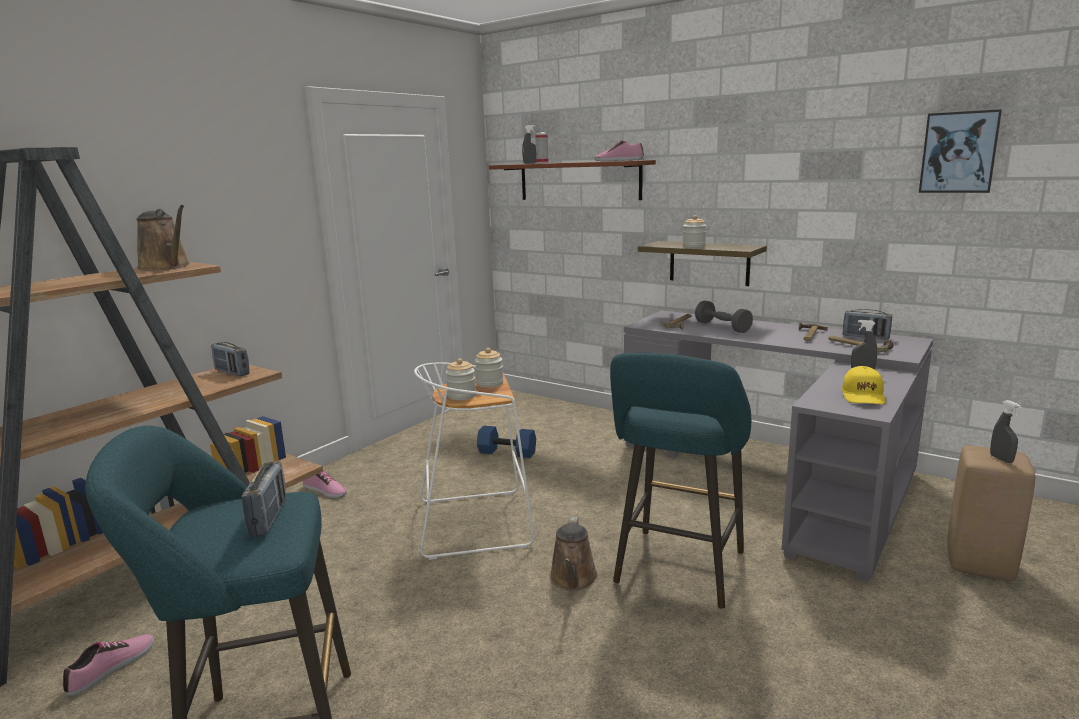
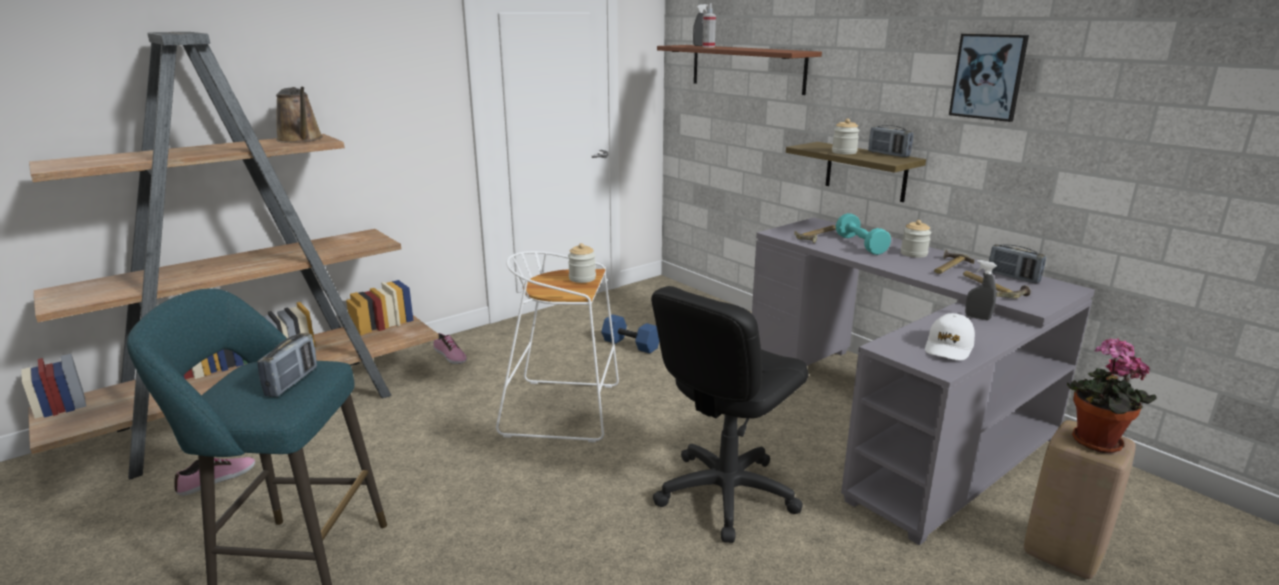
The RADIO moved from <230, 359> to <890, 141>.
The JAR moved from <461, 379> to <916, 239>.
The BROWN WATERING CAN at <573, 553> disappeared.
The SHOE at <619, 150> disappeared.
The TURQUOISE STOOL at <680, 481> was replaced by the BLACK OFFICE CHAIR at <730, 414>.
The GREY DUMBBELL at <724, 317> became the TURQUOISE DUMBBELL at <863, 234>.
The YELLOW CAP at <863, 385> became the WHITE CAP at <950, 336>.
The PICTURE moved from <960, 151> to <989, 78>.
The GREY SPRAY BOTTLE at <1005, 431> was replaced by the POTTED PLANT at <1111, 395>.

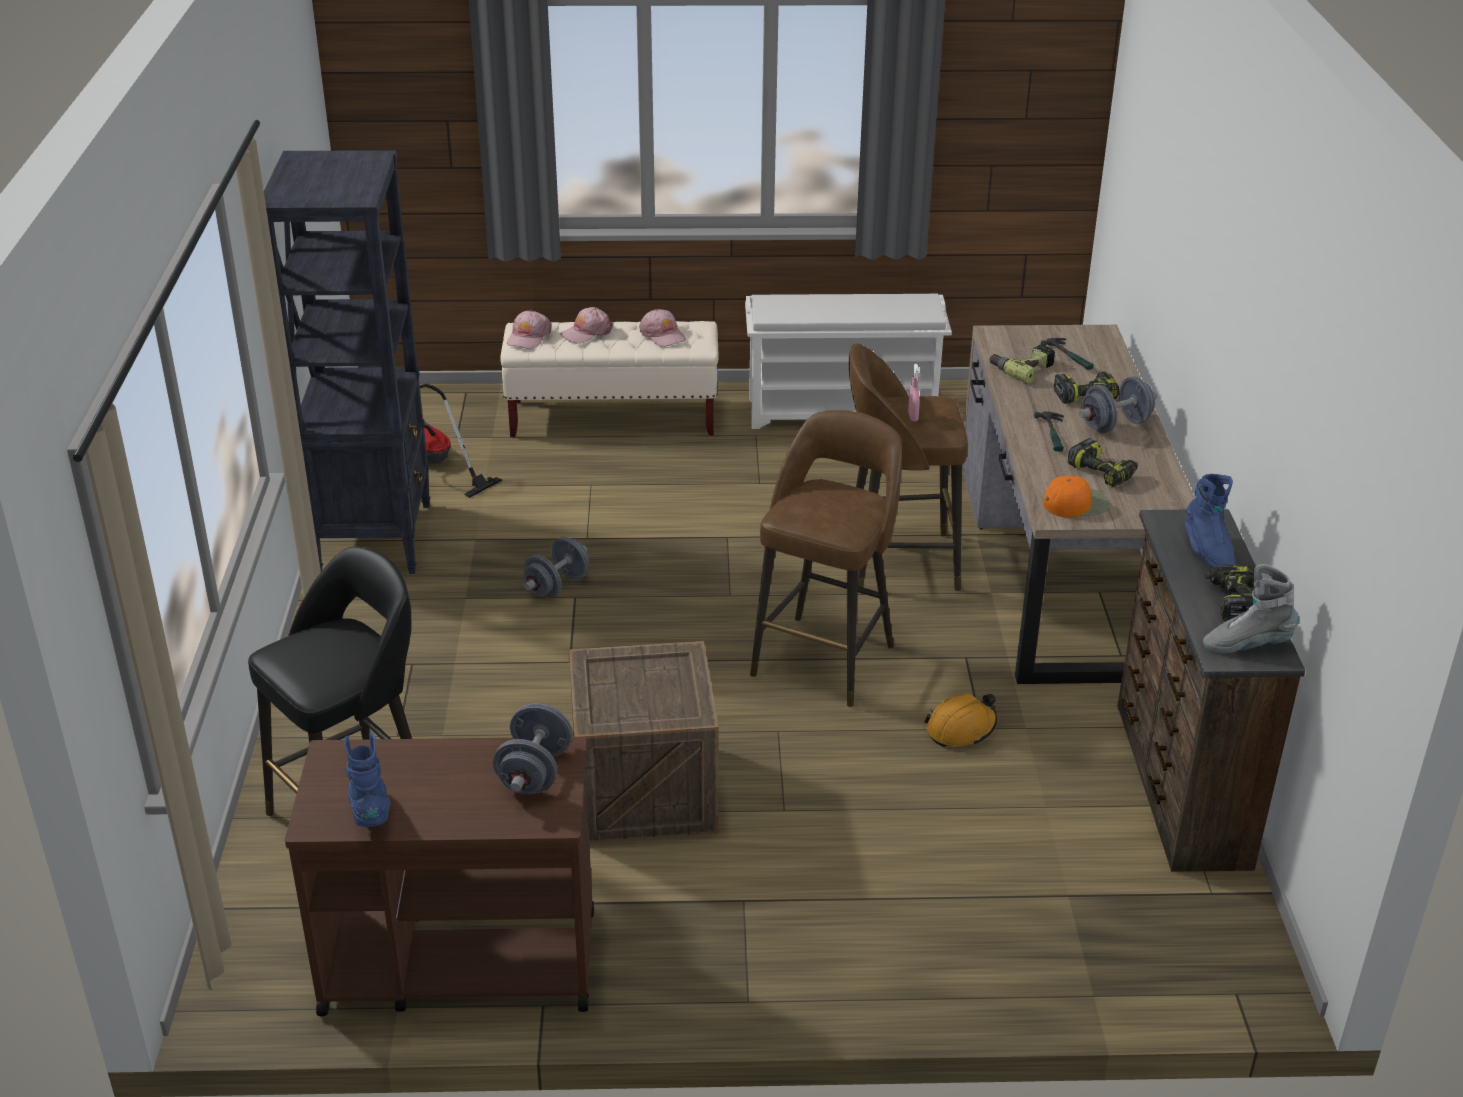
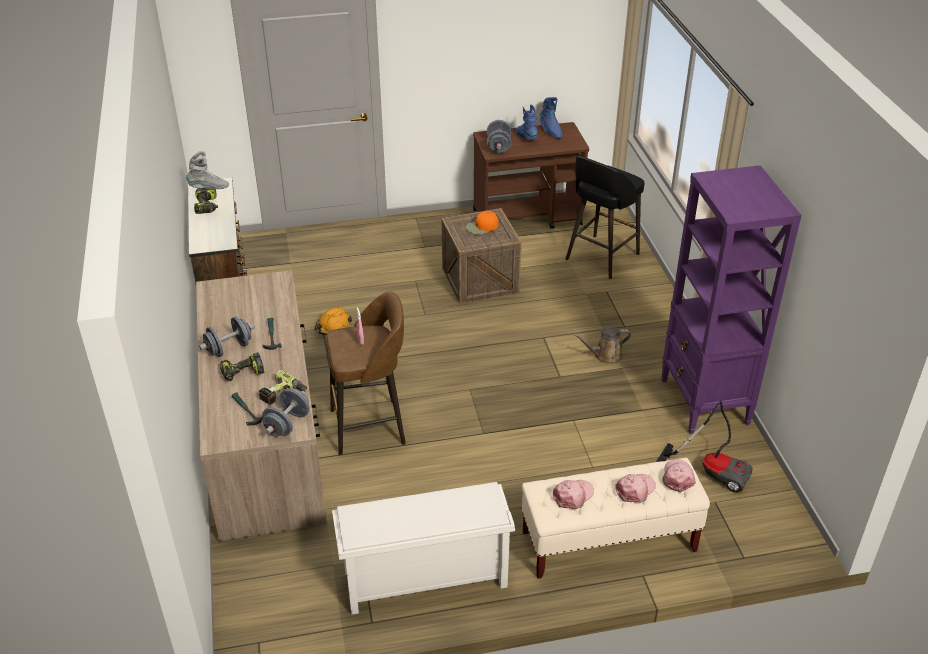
The BLACK BOOKCASE at <347, 362> became the PURPLE BOOKCASE at <731, 299>.
The GREY DUMBBELL moved from <556, 567> to <286, 412>.
The PINK CAP at <662, 328> turned 90 degrees clockwise.
The BROWN STOOL at <826, 558> disappeared.
The ORANGE CAP moved from <1077, 496> to <482, 222>.
The POWER DRILL at <1103, 462> disappeared.
The BLUE BOOT moved from <1210, 521> to <527, 122>.
The BROWN WATERING CAN at <602, 346> appeared.

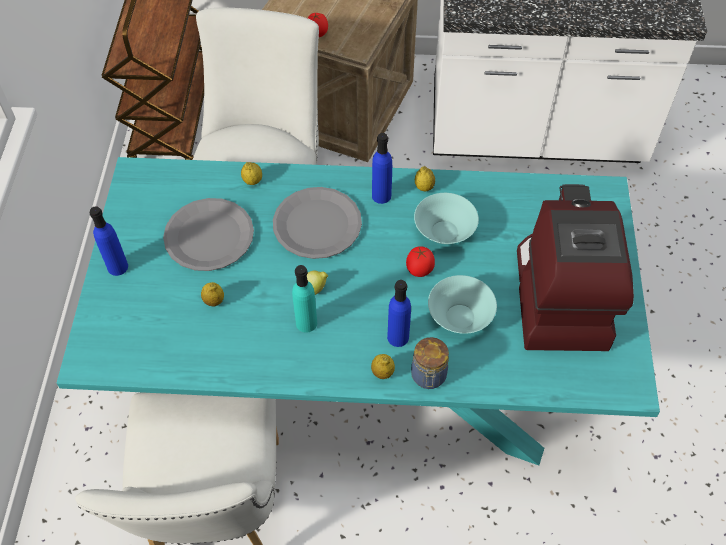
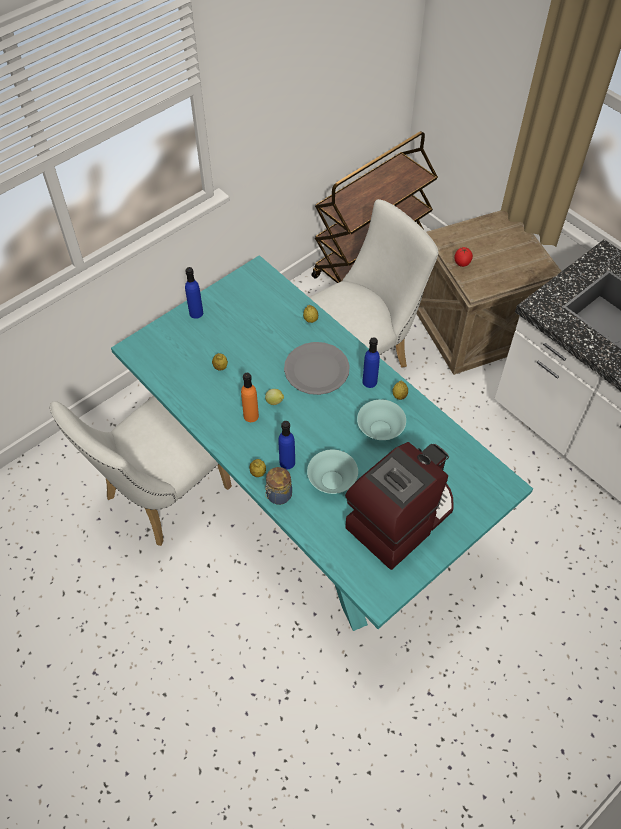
The GREY PLATE at <208, 234> disappeared.
The TURQUOISE BOTTLE at <304, 299> became the ORANGE BOTTLE at <250, 397>.
The TOMATO at <420, 261> disappeared.

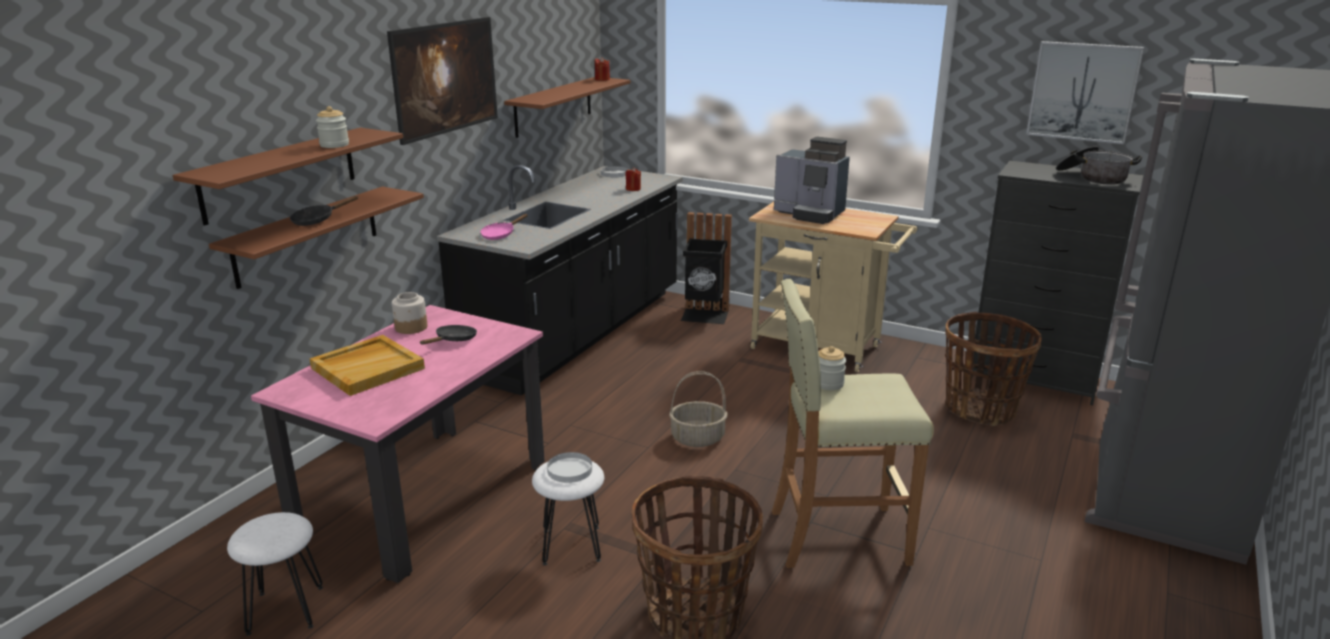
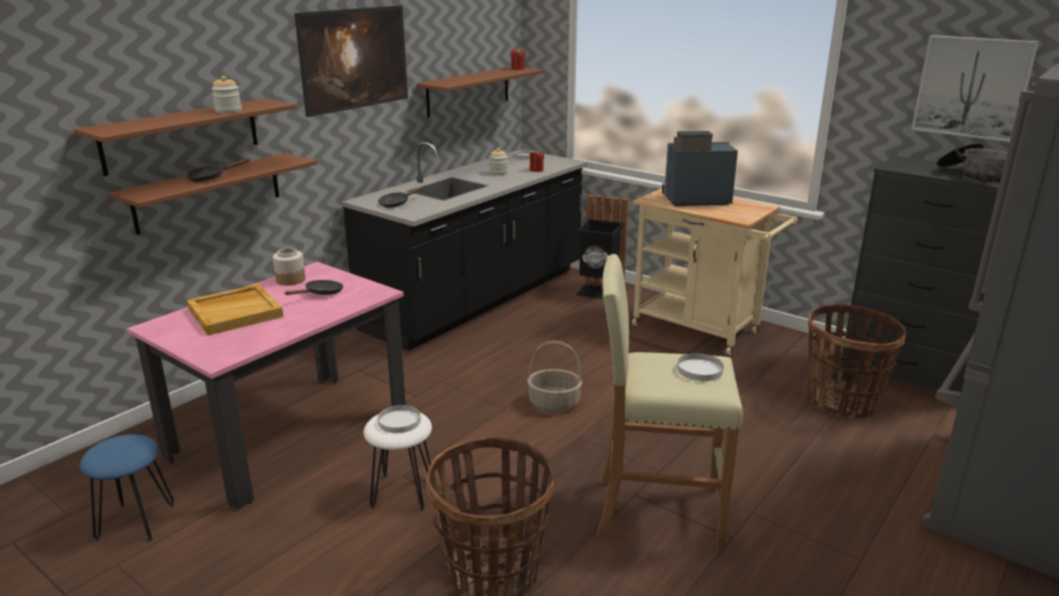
The WHITE STOOL at <275, 574> became the BLUE STOOL at <127, 487>.
The PINK FRYING PAN at <504, 227> became the BLACK FRYING PAN at <401, 196>.
The COFFEE MACHINE at <812, 180> turned 135 degrees clockwise.
The JAR moved from <832, 368> to <498, 161>.
The WHITE PLATE at <700, 367> appeared.

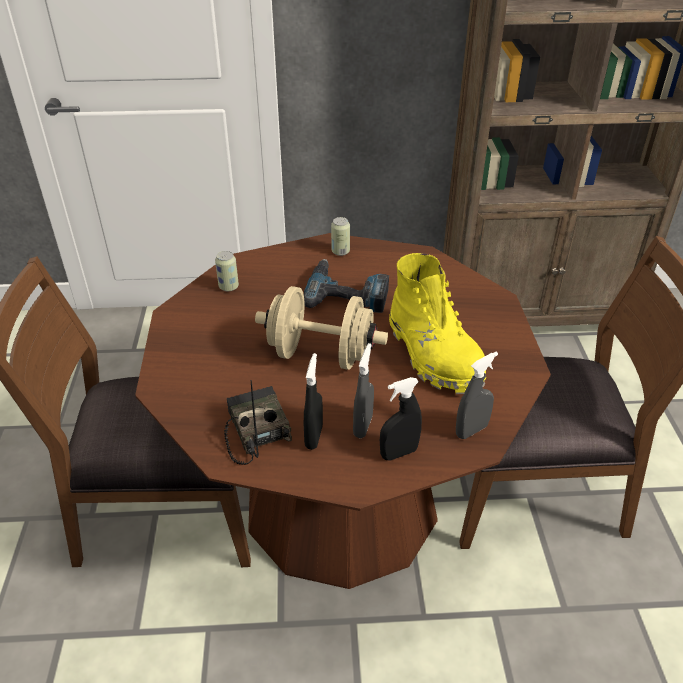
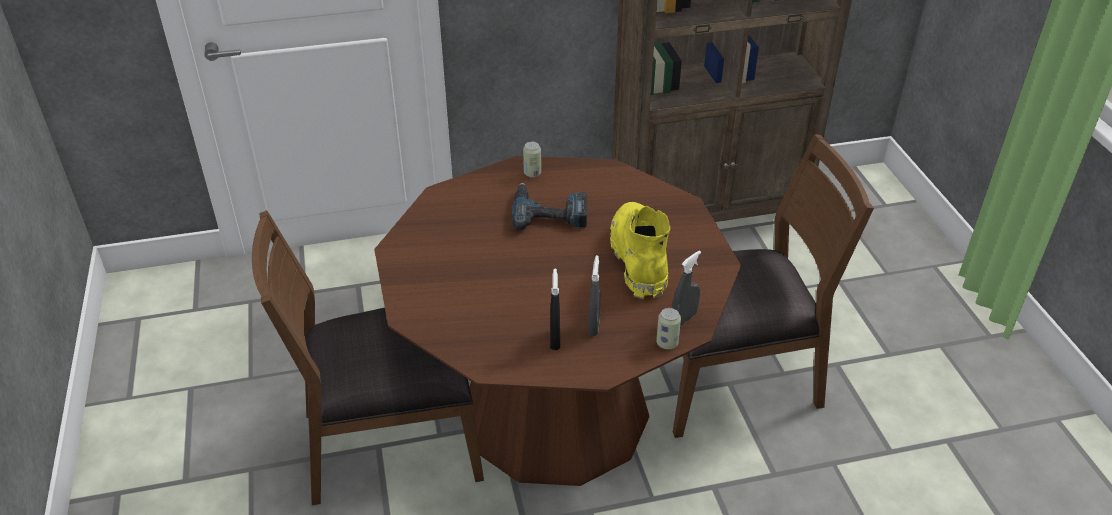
The CAN moved from <227, 271> to <668, 328>.
The RADIO at <258, 422> disappeared.
The BEIGE DUMBBELL at <321, 328> disappeared.
The BLACK SPRAY BOTTLE at <401, 418> disappeared.
The YELLOW BOOT at <437, 323> turned 150 degrees counterclockwise.

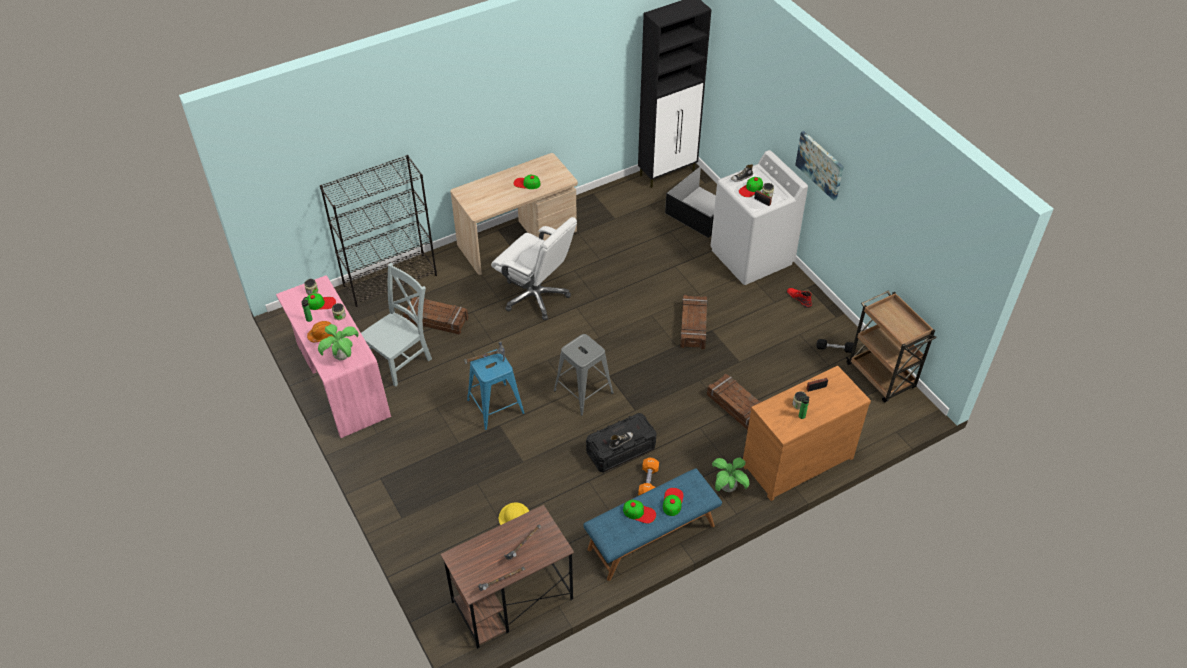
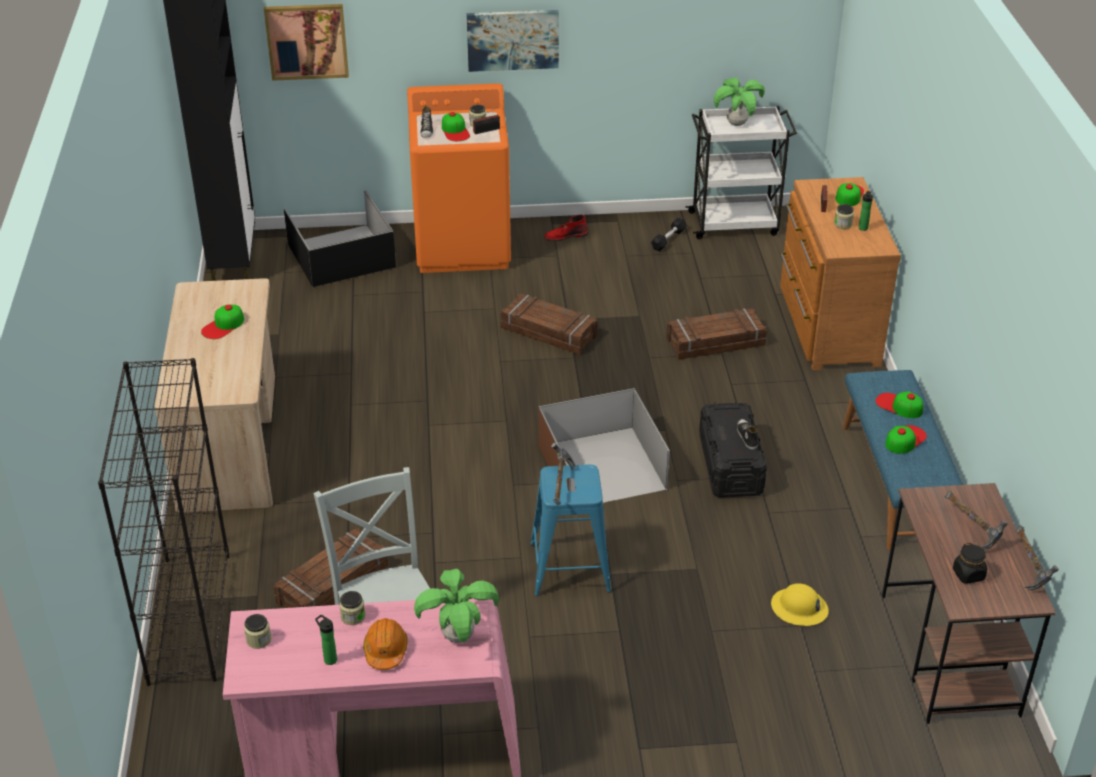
The CAP moved from <320, 301> to <849, 194>.
The WHITE OFFICE CHAIR at <534, 268> disappeared.
The GREY STOOL at <584, 374> was replaced by the BROWN STORAGE BOX at <604, 445>.
The ORANGE DUMBBELL at <648, 476> disappeared.
The WHITE WASHING MACHINE at <759, 217> became the ORANGE WASHING MACHINE at <459, 178>.
The POTTED PLANT moved from <730, 475> to <739, 101>.
The BROWN CART at <891, 346> became the WHITE CART at <741, 172>.
The PICTURE at <306, 42> appeared.
The BLACK JAR at <970, 563> appeared.

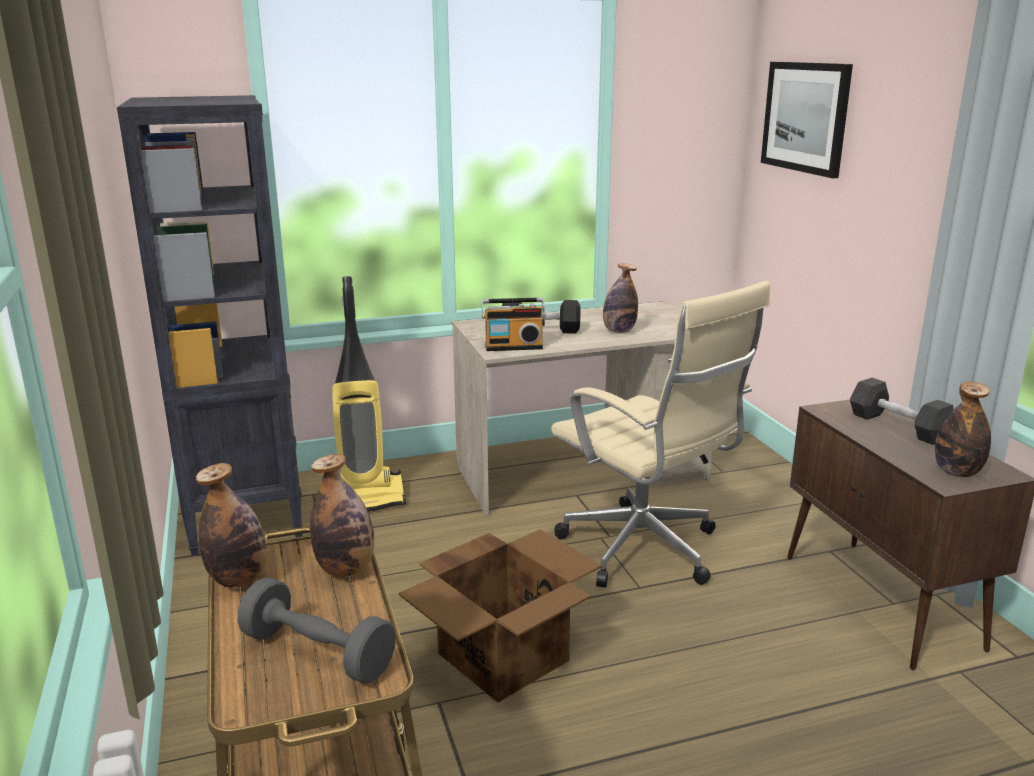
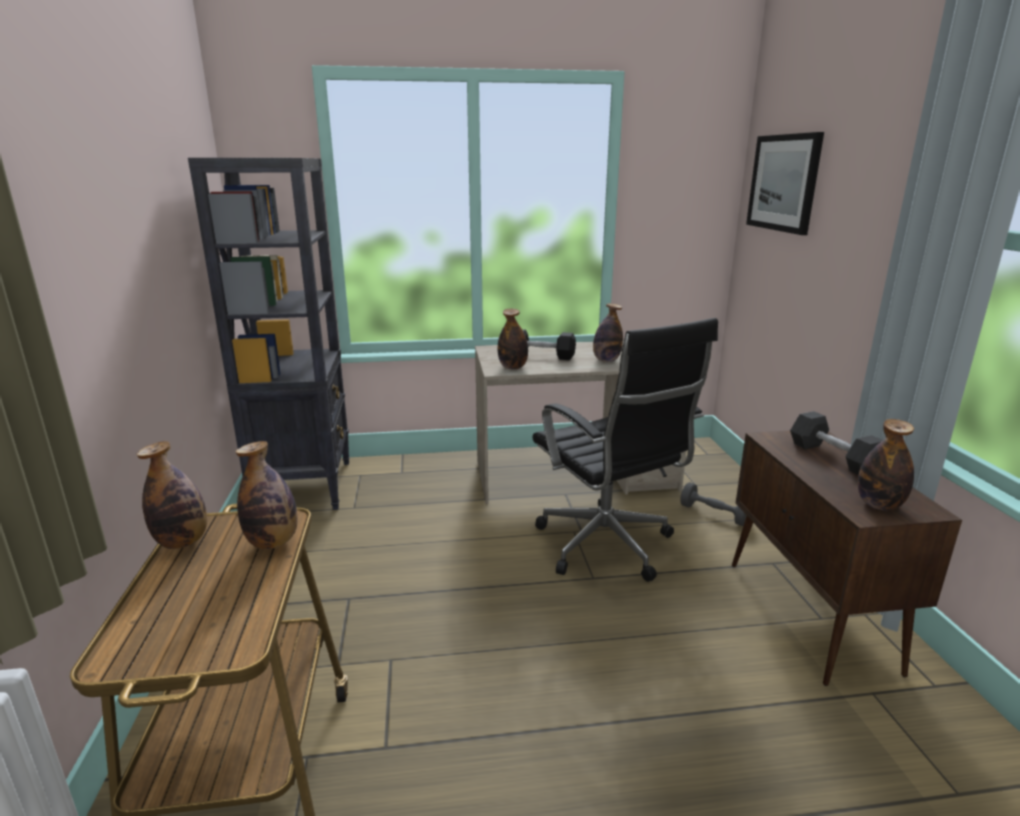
The GREY DUMBBELL moved from <317, 630> to <713, 504>.
The VACUUM CLEANER at <364, 394> disappeared.
The CARDBOARD BOX at <500, 615> disappeared.
The RADIO at <513, 324> was replaced by the BOTTLE at <513, 339>.
The BEIGE OFFICE CHAIR at <660, 434> became the BLACK OFFICE CHAIR at <625, 450>.

